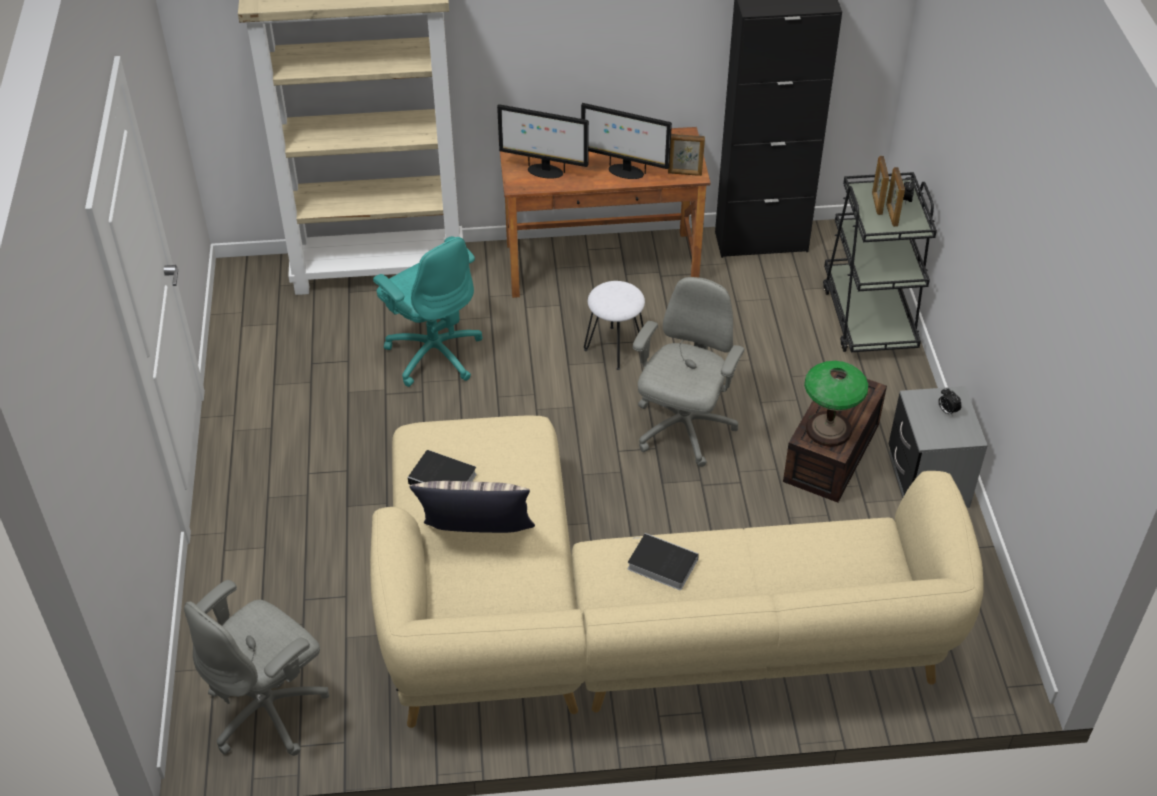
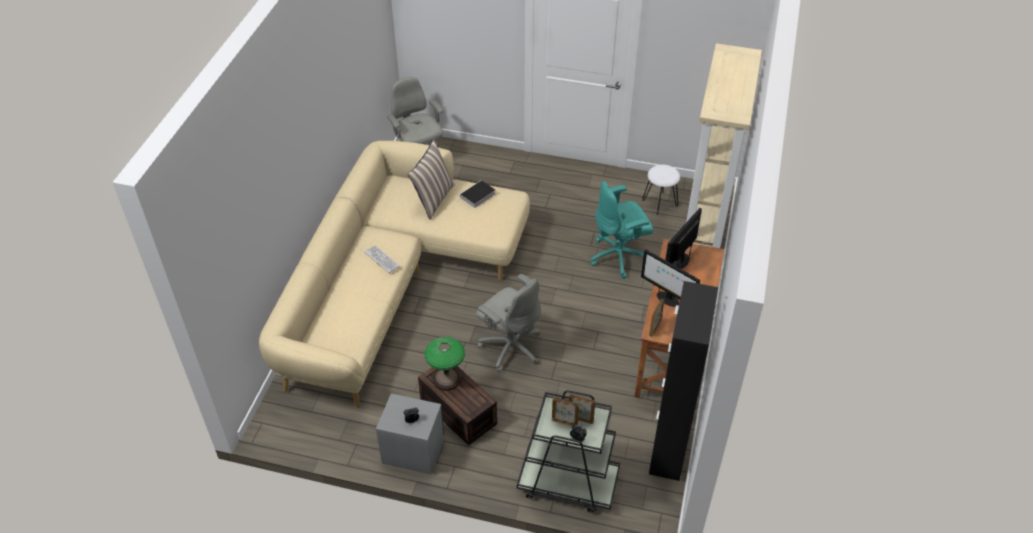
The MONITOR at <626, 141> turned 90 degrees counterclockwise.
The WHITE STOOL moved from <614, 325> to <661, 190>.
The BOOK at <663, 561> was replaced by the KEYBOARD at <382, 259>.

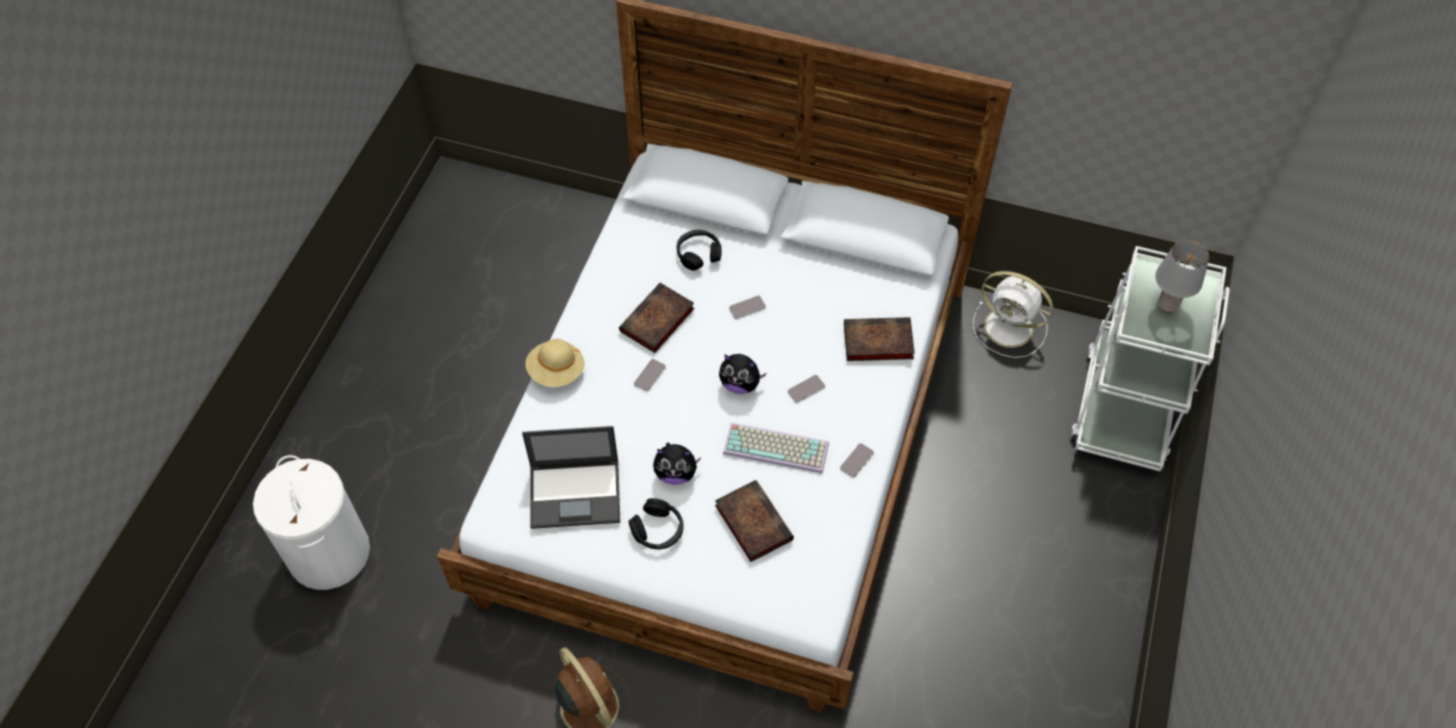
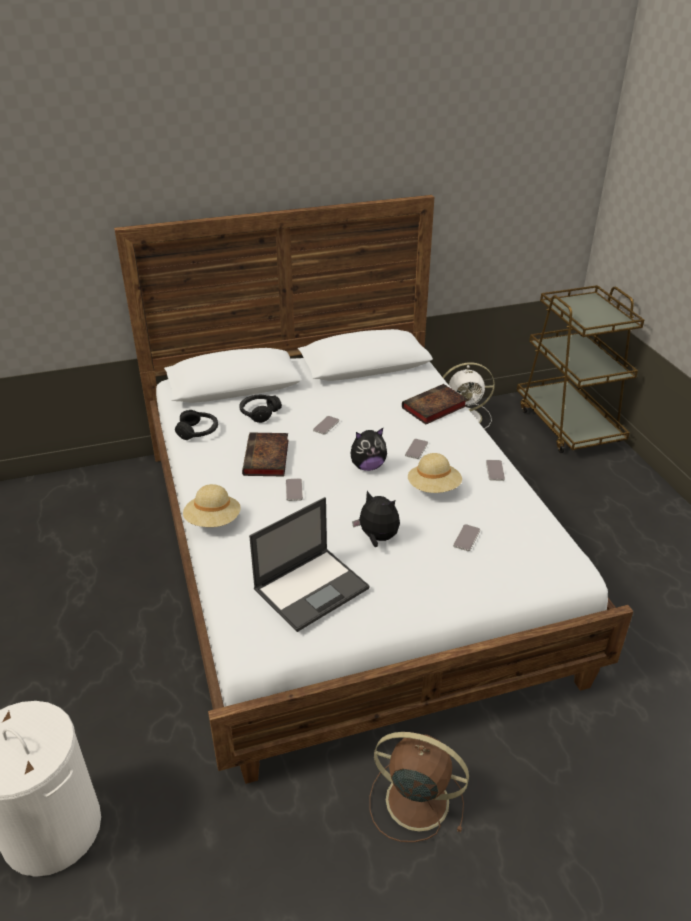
The BLACK HEADPHONES moved from <656, 523> to <196, 425>.
The PLUSH TOY at <677, 463> turned 120 degrees counterclockwise.
The BOOK at <754, 521> was replaced by the PHONE at <466, 537>.
The KEYBOARD at <776, 448> was replaced by the BEIGE HAT at <435, 473>.
The WHITE CART at <1150, 359> became the BROWN CART at <580, 369>.
The GREY TABLE LAMP at <1182, 276> disappeared.

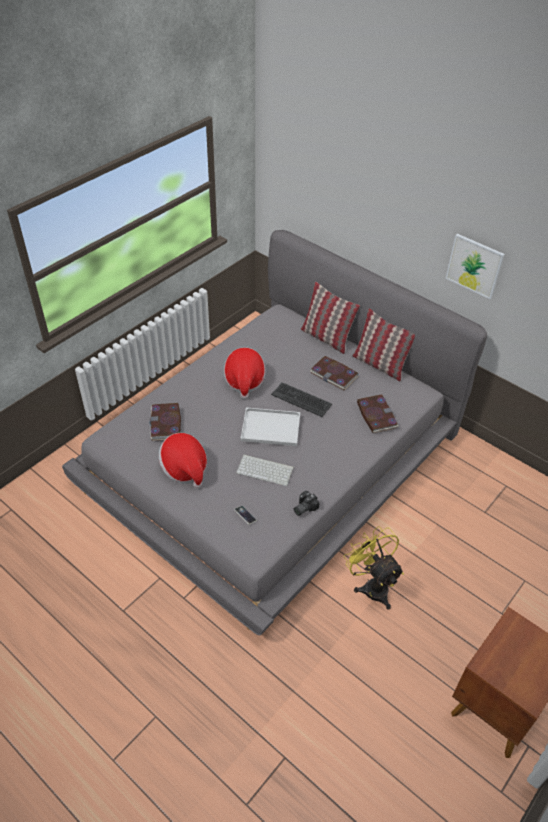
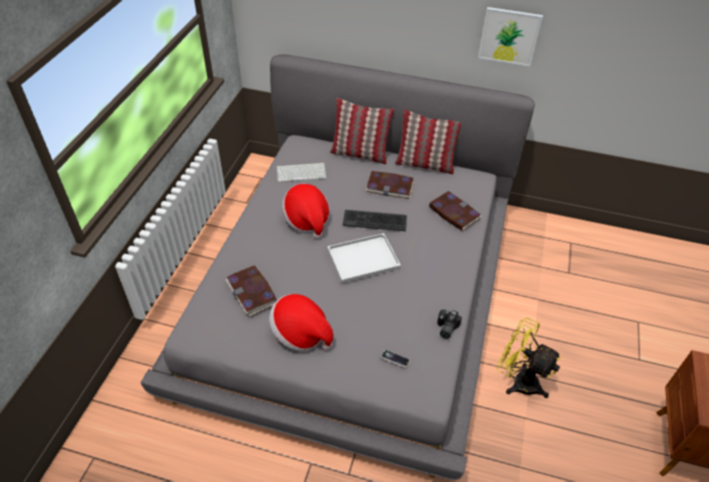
The KEYBOARD moved from <265, 470> to <302, 172>.

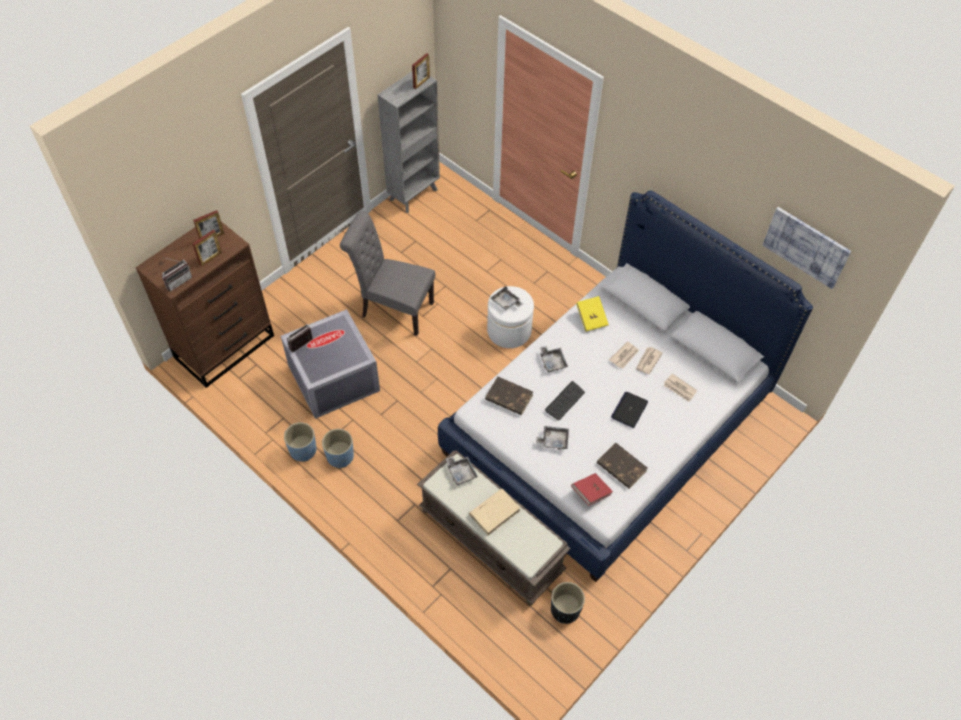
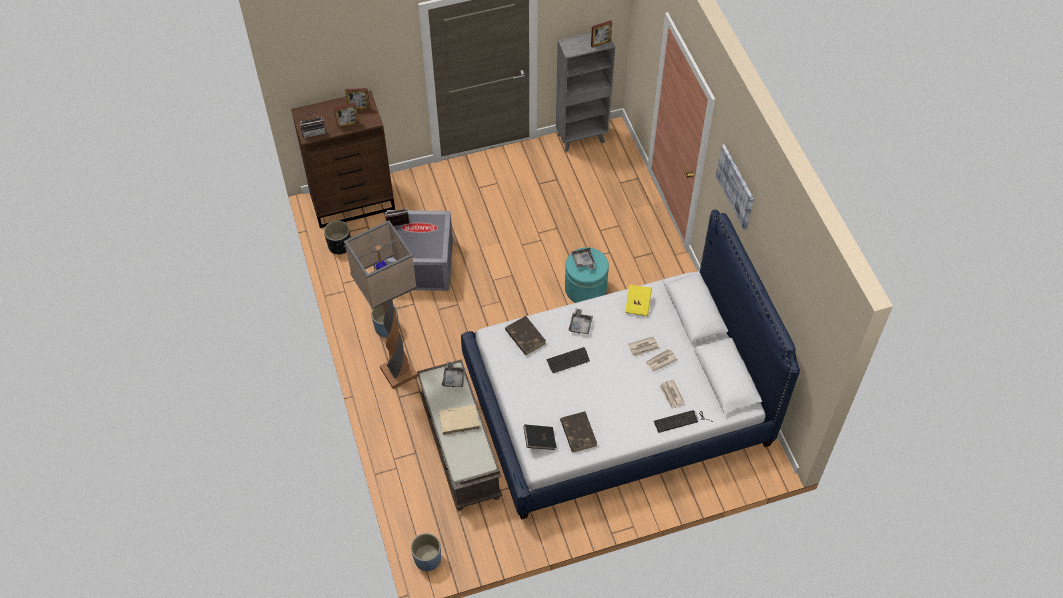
The BLUE PLANTER moved from <300, 442> to <426, 552>.
The GREY CHAIR at <387, 273> disappeared.
The WHITE OTTOMAN at <510, 317> became the TURQUOISE OTTOMAN at <587, 275>.
The GREY TRAY at <552, 438> disappeared.
The BLACK PLANTER moved from <568, 603> to <337, 237>.
The RED BOOK at <592, 489> became the BLACK BOOK at <539, 437>.
The LAPTOP at <629, 410> disappeared.
The PICTURE moved from <807, 248> to <735, 187>.
The FLOOR LAMP at <381, 304> appeared.
The KEYBOARD at <683, 421> appeared.

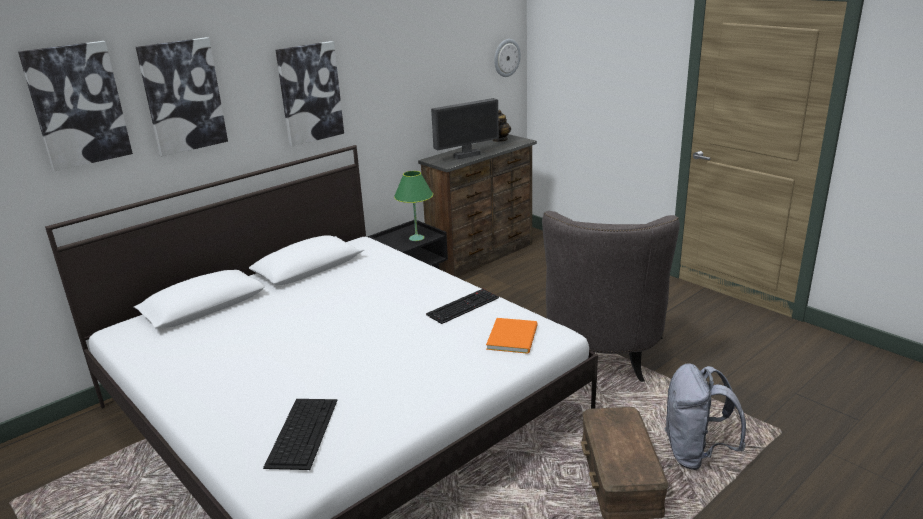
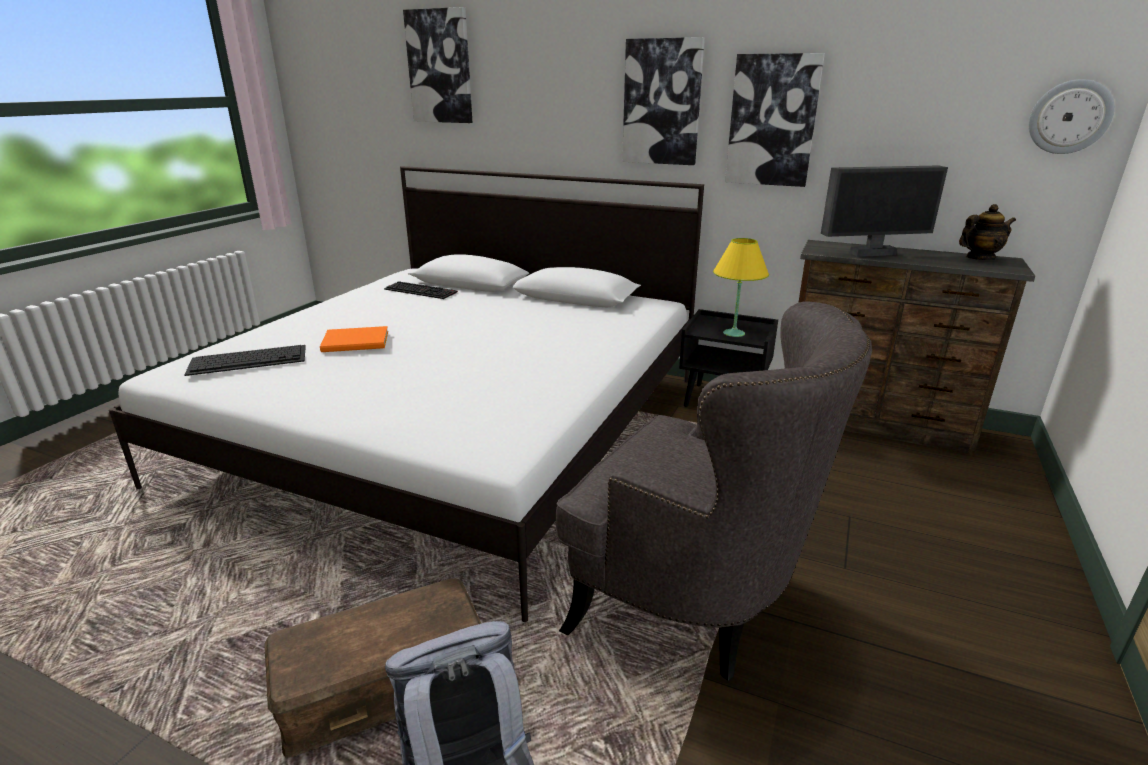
The PICTURE moved from <182, 97> to <775, 120>.
The GREEN TABLE LAMP at <413, 206> became the YELLOW TABLE LAMP at <741, 287>.
The KEYBOARD moved from <462, 306> to <421, 290>.
The MONITOR at <465, 128> turned 45 degrees counterclockwise.
The ORANGE BOOK moved from <512, 336> to <354, 339>.
The GREY ARMCHAIR at <611, 296> turned 135 degrees counterclockwise.

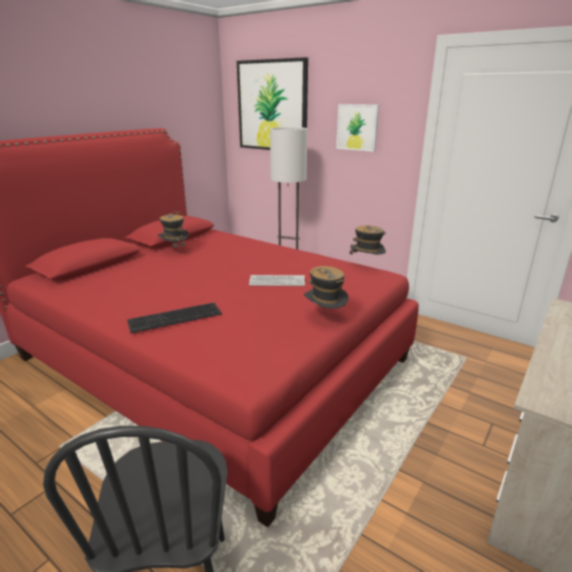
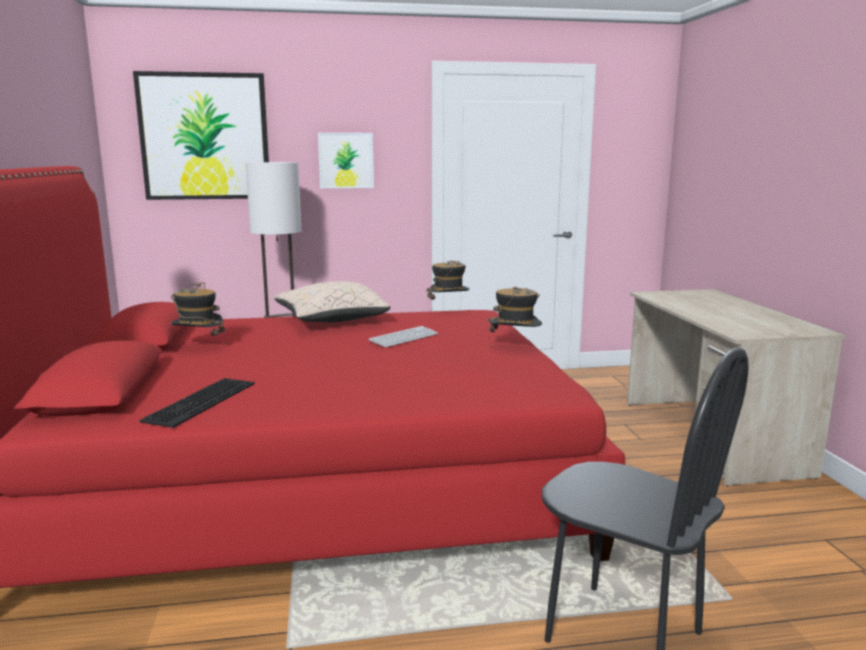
The KEYBOARD moved from <174, 318> to <197, 403>.
The BEIGE PILLOW at <332, 301> appeared.

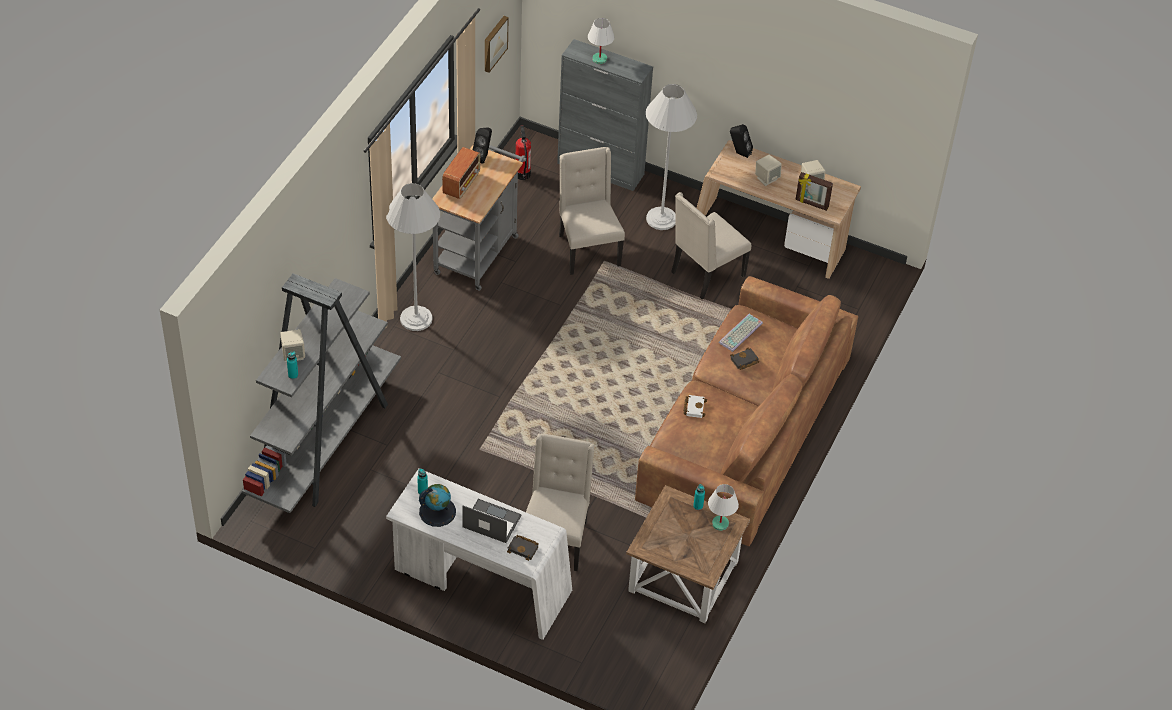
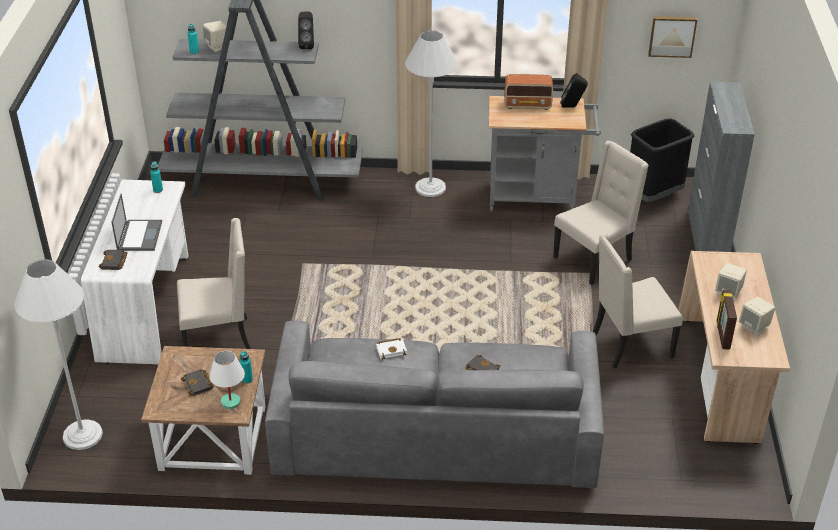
The GLOBE at <437, 505> disappeared.
The FIRE EXTINGUISHER at <523, 152> was replaced by the BLACK TRASH CAN at <662, 160>.
The WHITE TABLE LAMP at <601, 41> disappeared.
The BROWN SOFA at <746, 411> became the GREY SOFA at <434, 404>.
The WHITE FLOOR LAMP moved from <671, 157> to <58, 354>.
The BEIGE CHAIR at <711, 245> turned 45 degrees counterclockwise.
The KEYBOARD at <741, 333> disappeared.
The BLACK SPEAKER moved from <741, 141> to <306, 30>.
The BLACK BOOK at <197, 382> appeared.

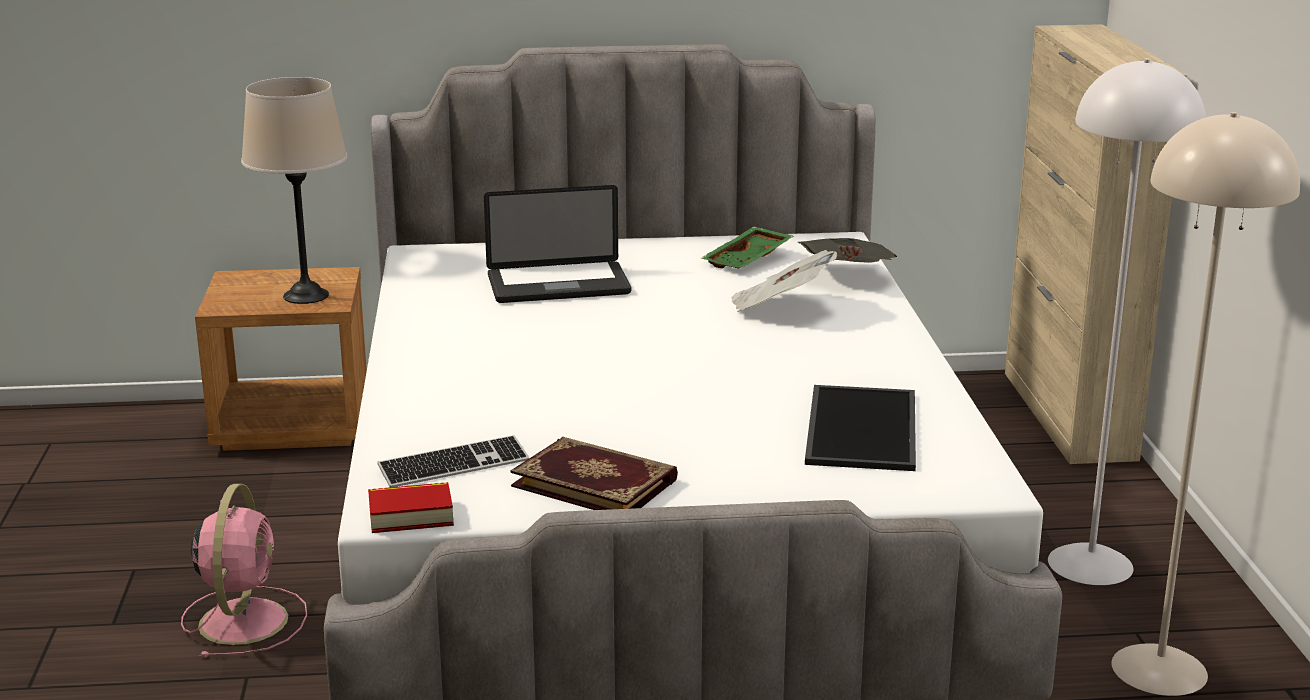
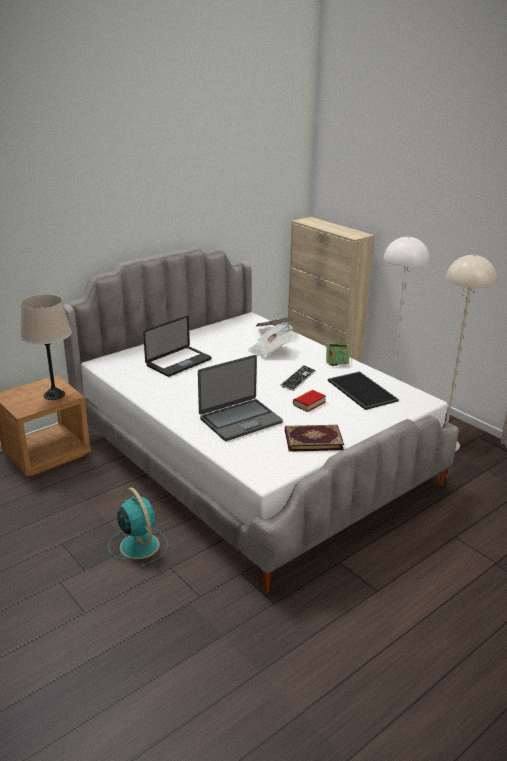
The PINK FAN at <244, 571> became the TURQUOISE FAN at <138, 527>.
The BOOK moved from <411, 507> to <309, 401>.
The KEYBOARD moved from <453, 461> to <298, 378>.
The GREEN TRAY moved from <747, 247> to <337, 354>.
The LAPTOP at <240, 398> appeared.

